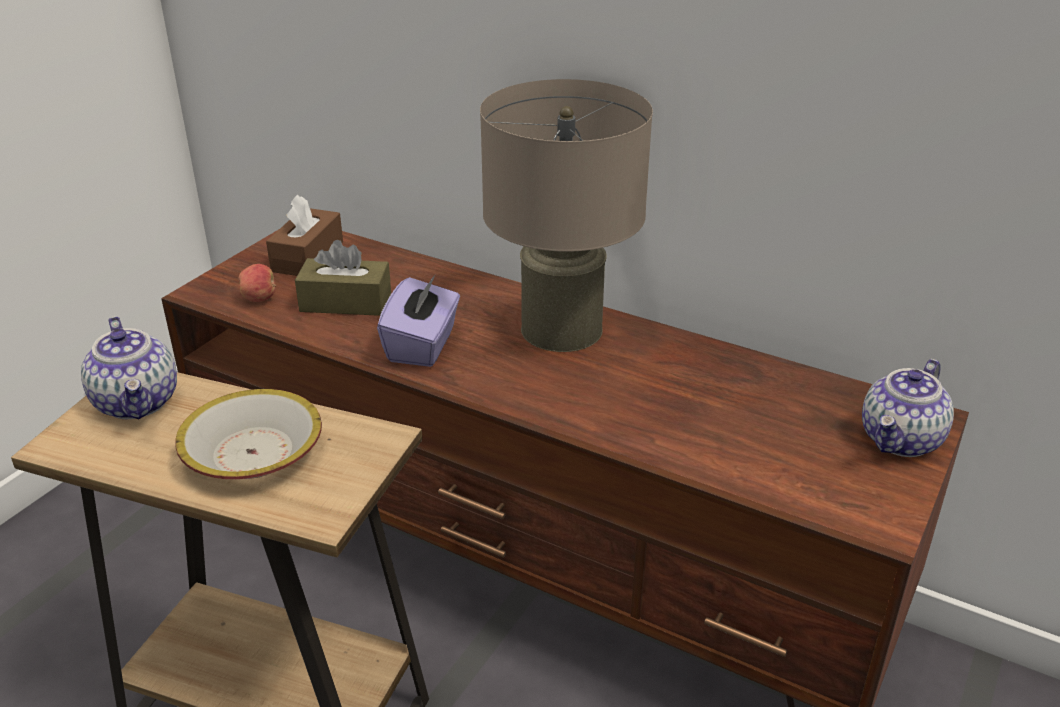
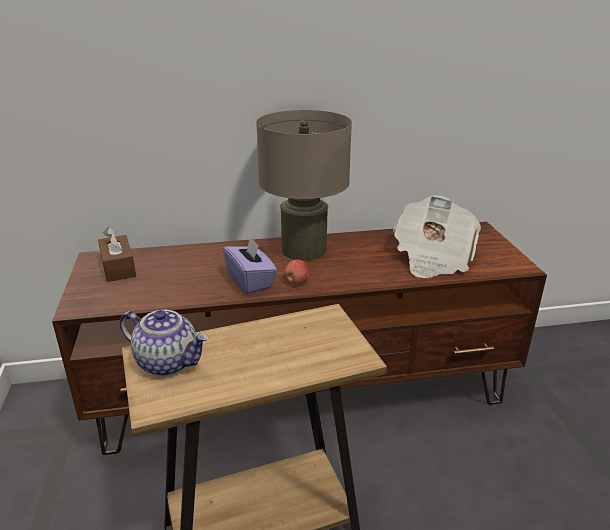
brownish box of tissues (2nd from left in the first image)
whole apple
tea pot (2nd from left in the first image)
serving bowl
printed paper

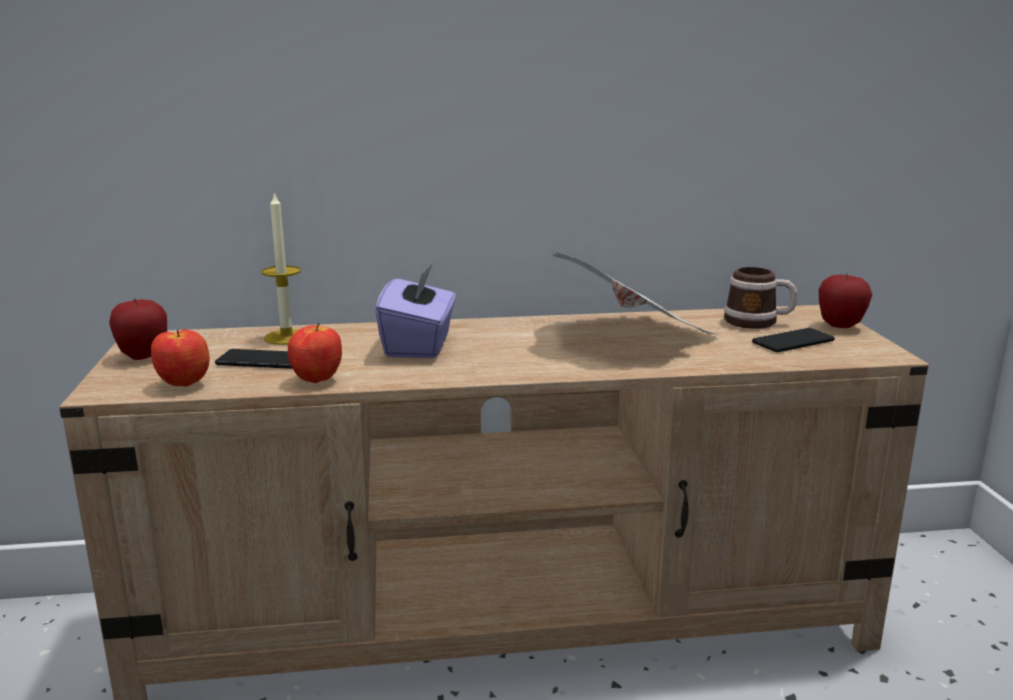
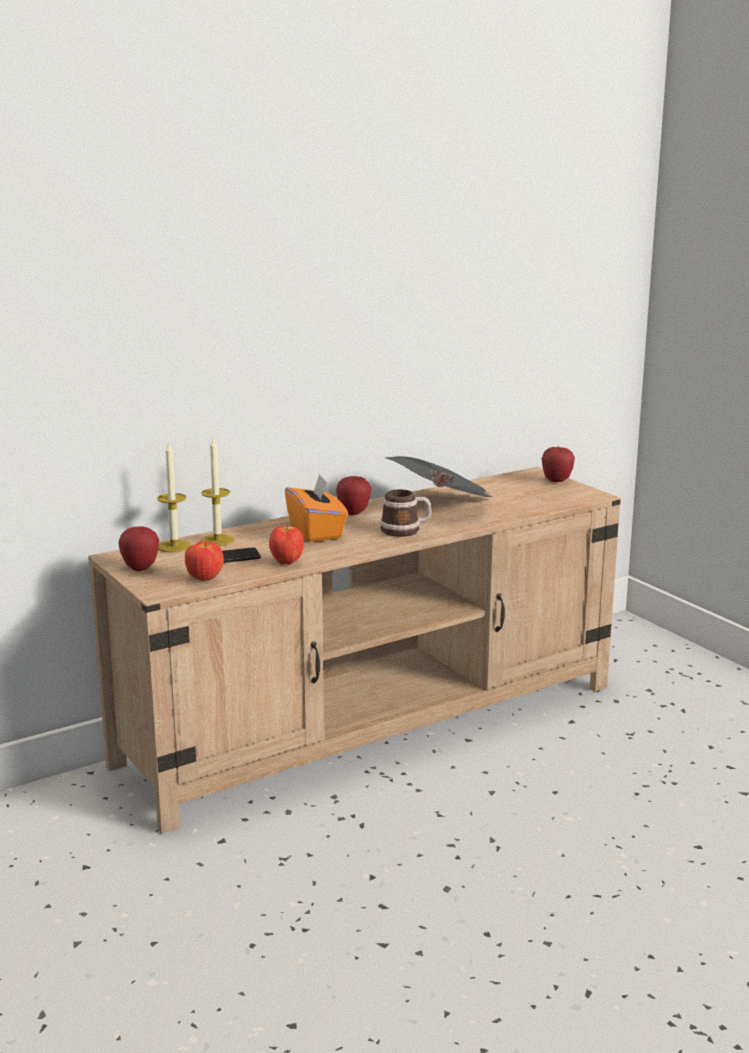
orangey box of tissues
tea mug
telephone (2nd from left in the first image)
wax light (1st from left)
whole apple (4th from left)

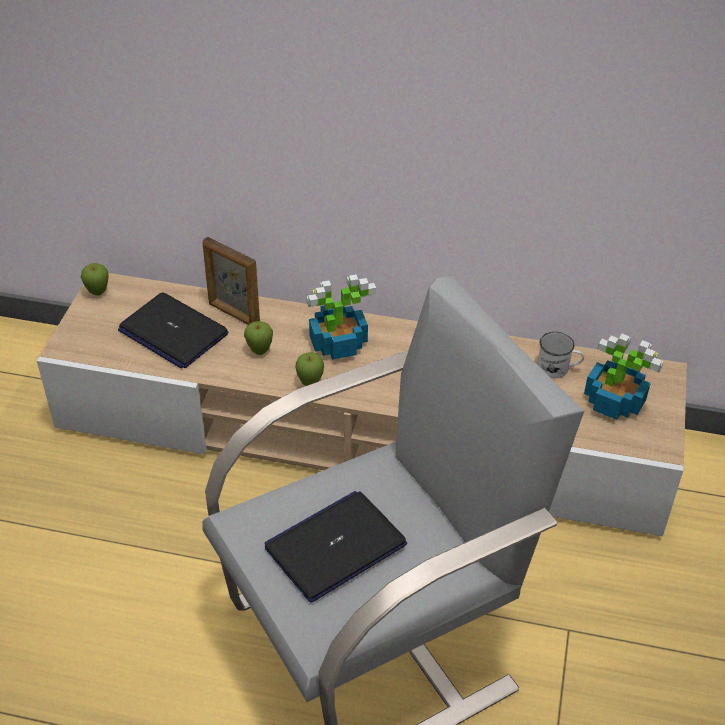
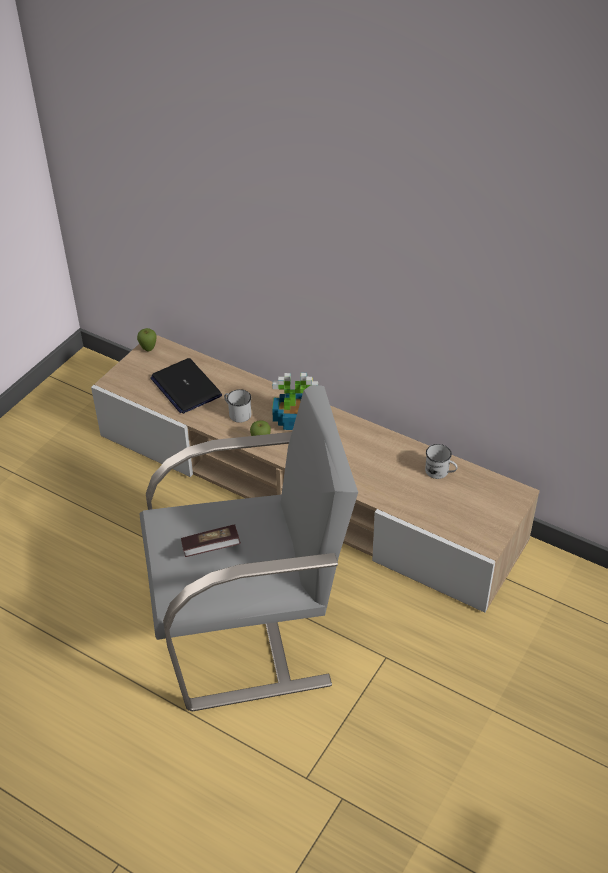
photo frame
whitish tea mug (1st from left)
houseplant (2nd from left in the first image)
book

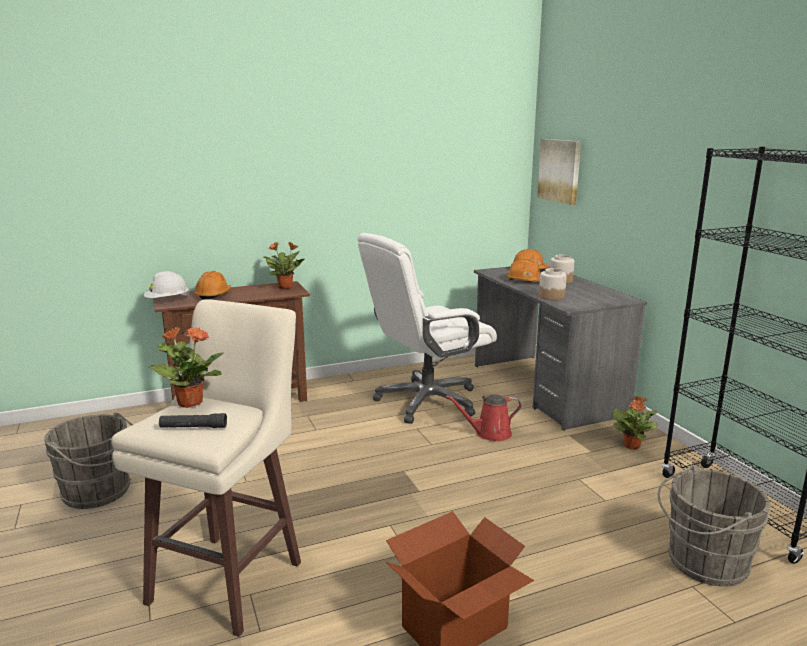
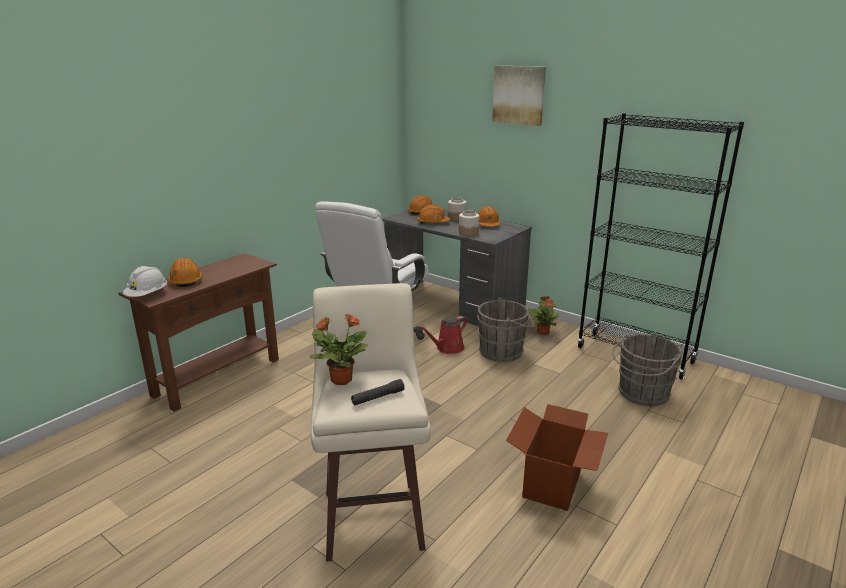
wall picture
houseplant (2nd from left in the first image)
gray bucket (1st from left)
orangey safety helmet (4th from left)

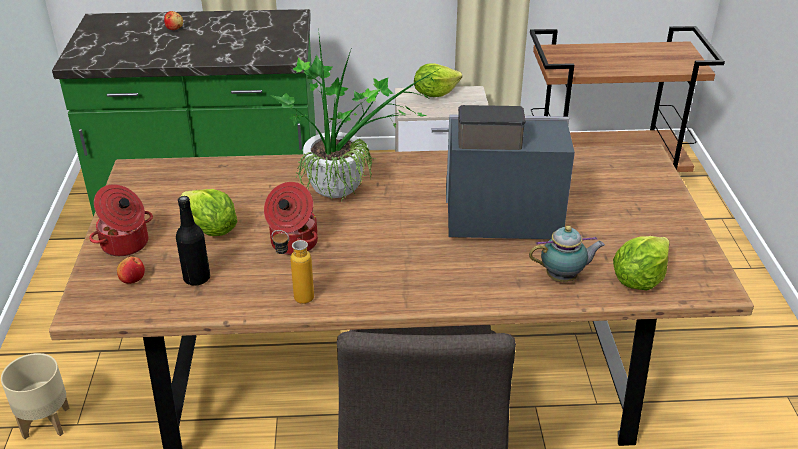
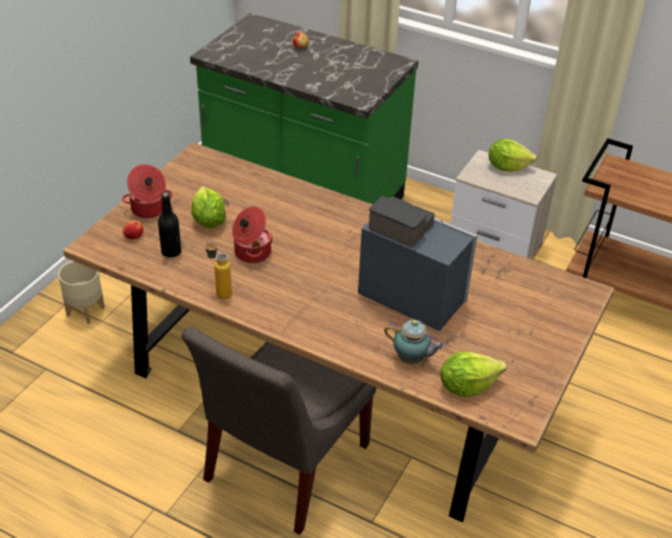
houseplant

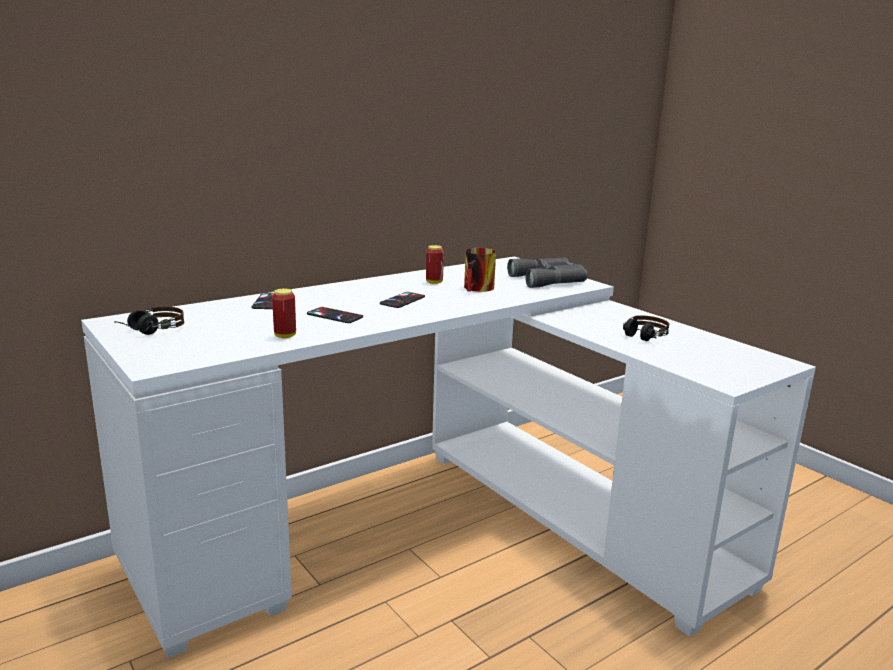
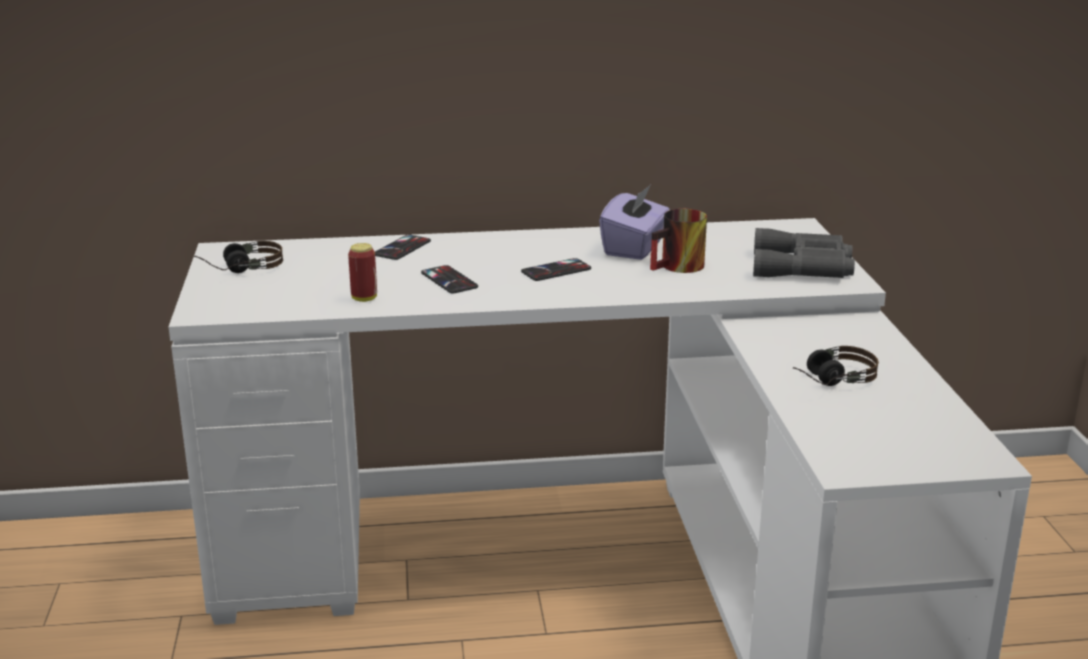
purple box of tissues

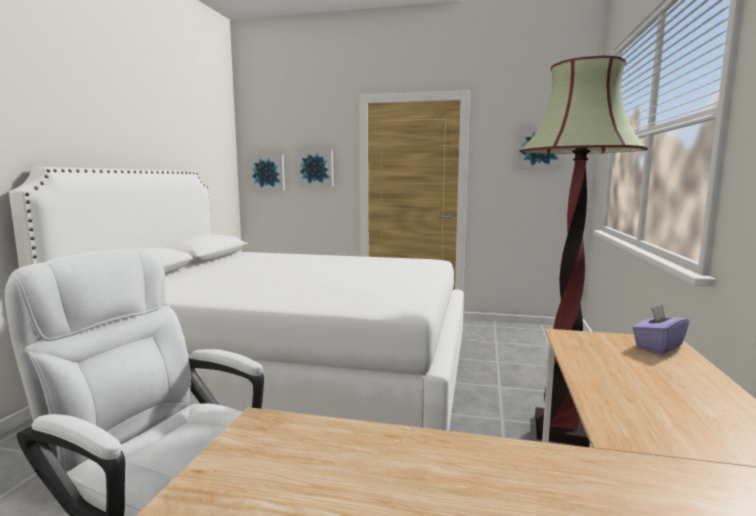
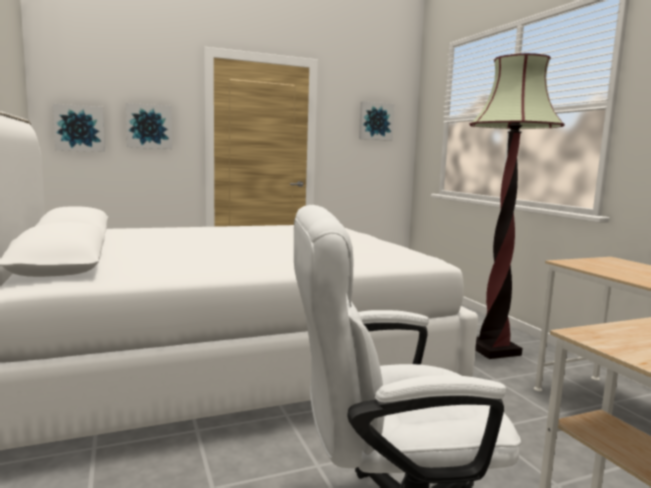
purple box of tissues

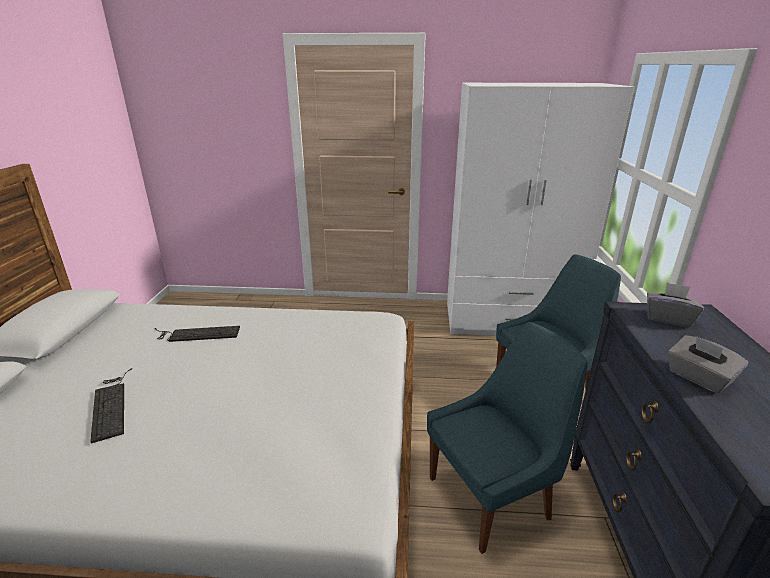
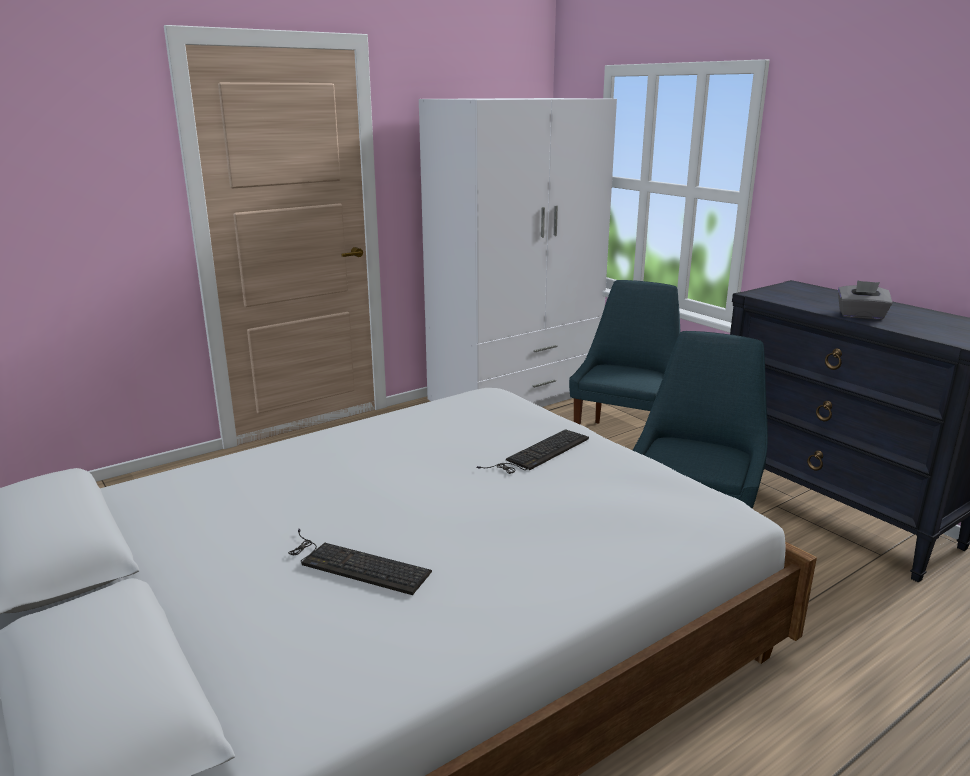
gray box of tissues (1st from left in the first image)
keyboard (2nd from left)

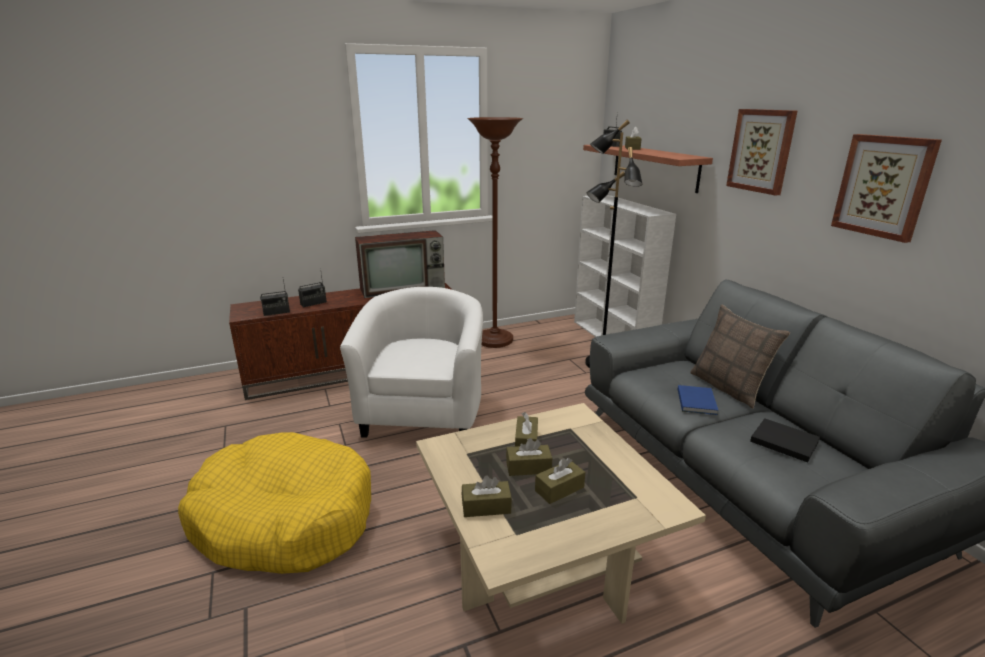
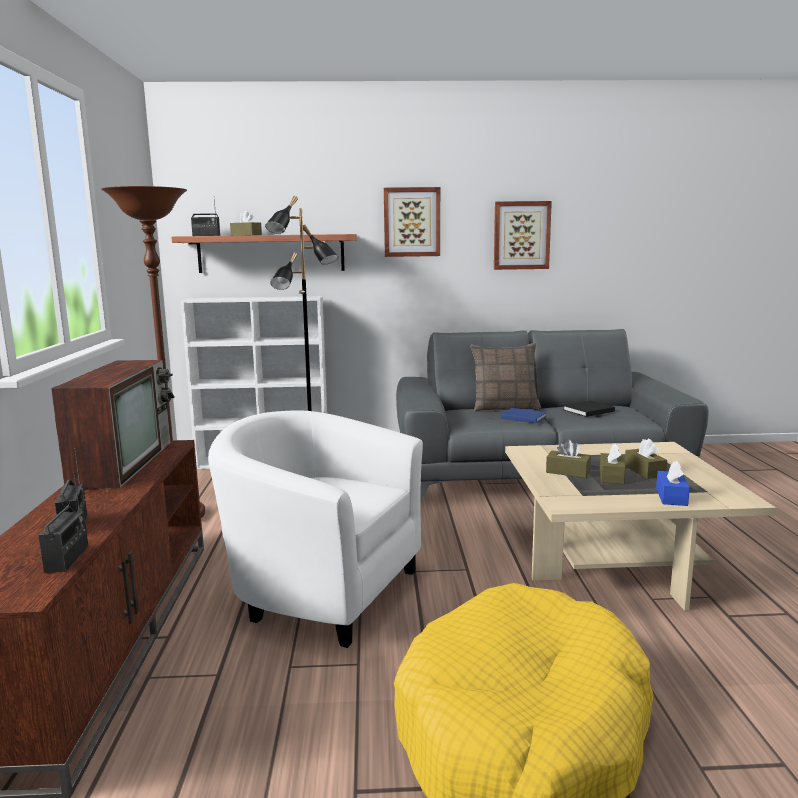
blue-coloured box of tissues

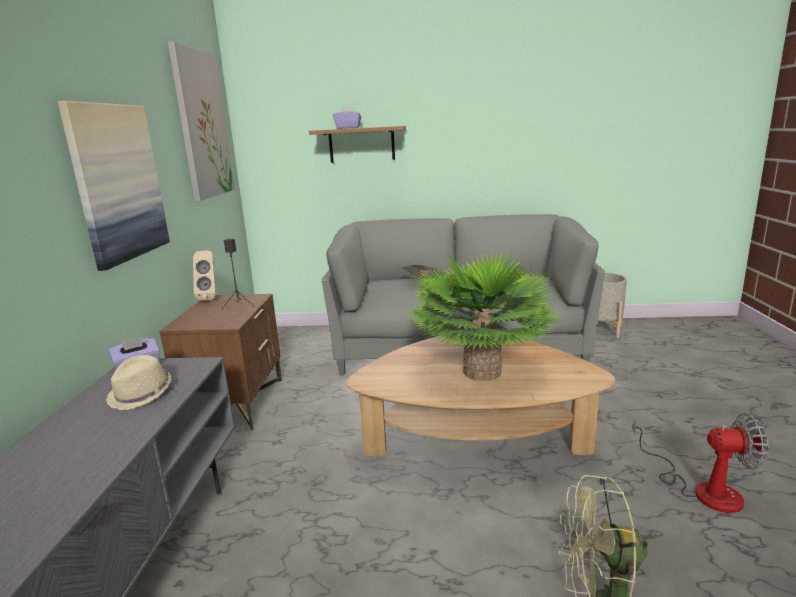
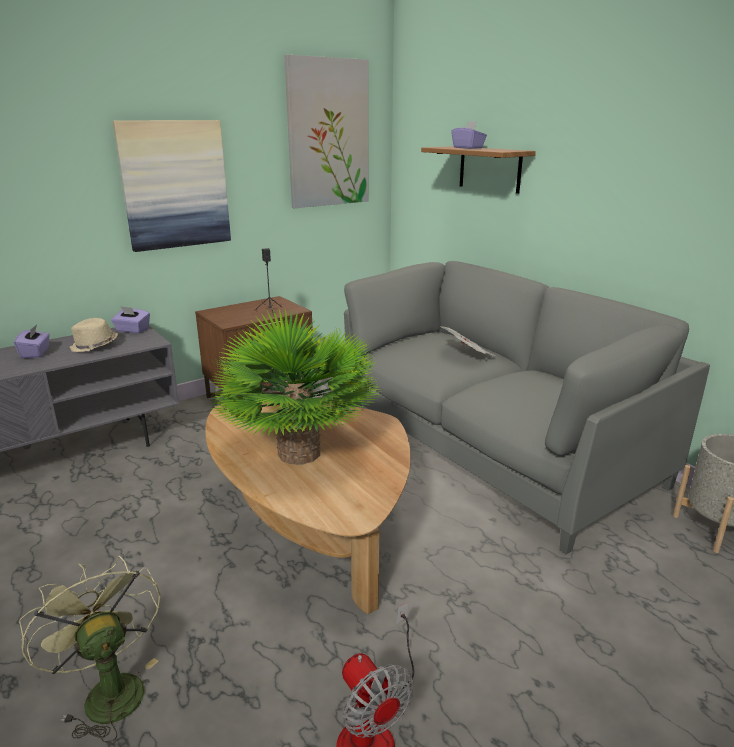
beige speaker
purple box of tissues (1st from left)

